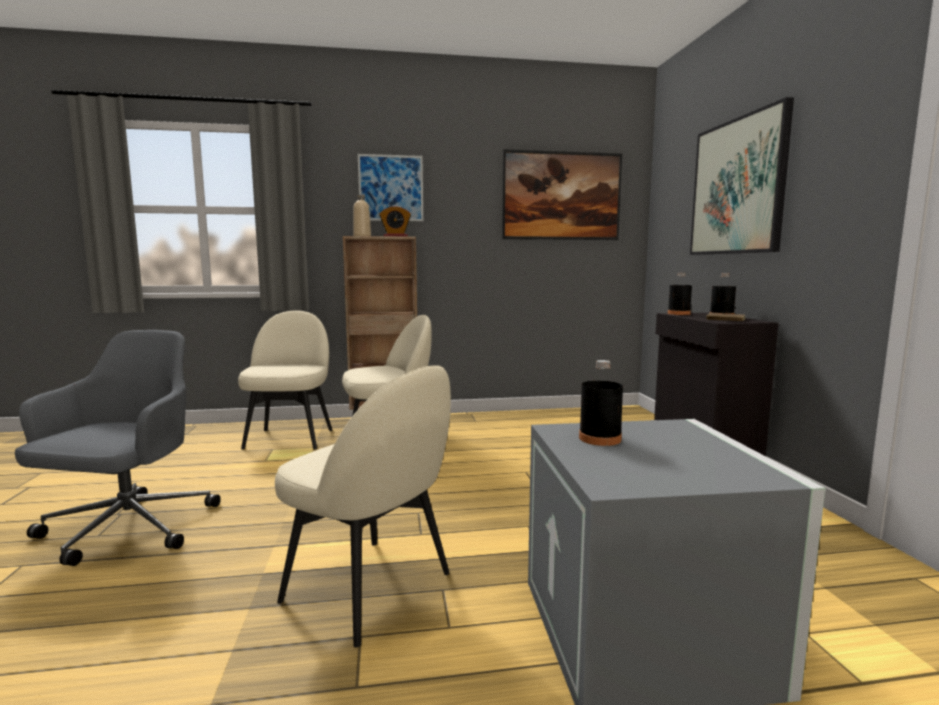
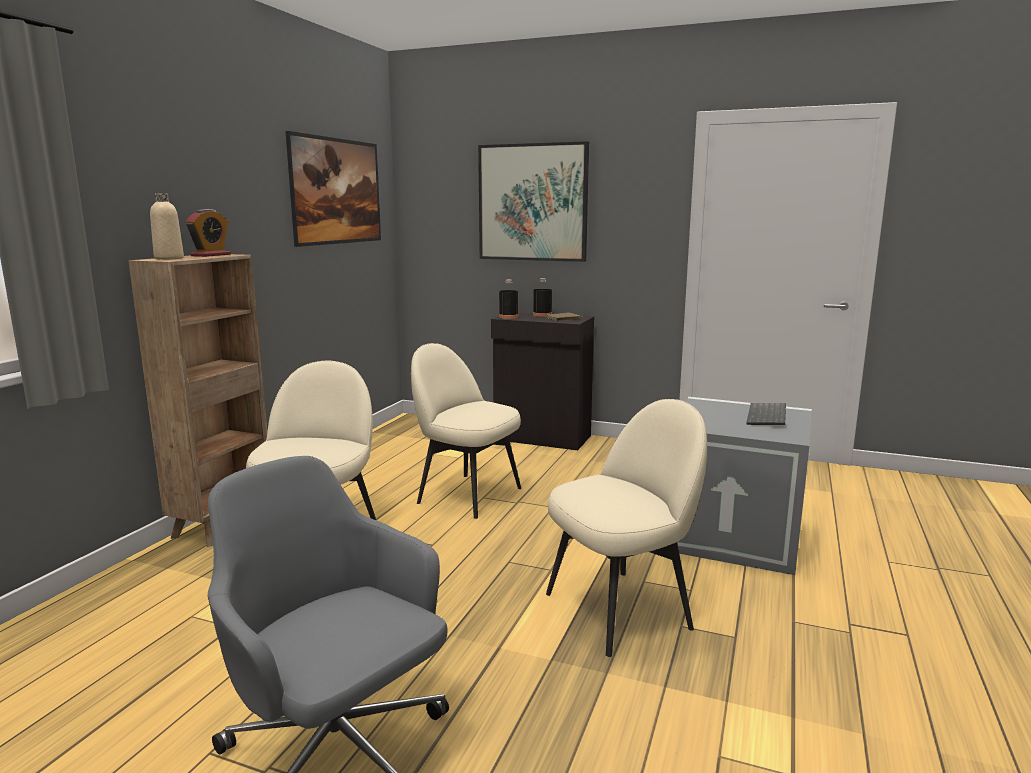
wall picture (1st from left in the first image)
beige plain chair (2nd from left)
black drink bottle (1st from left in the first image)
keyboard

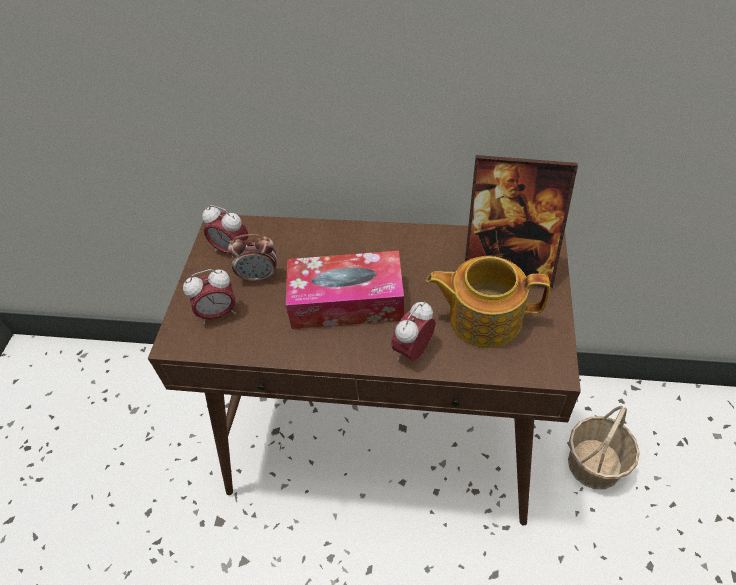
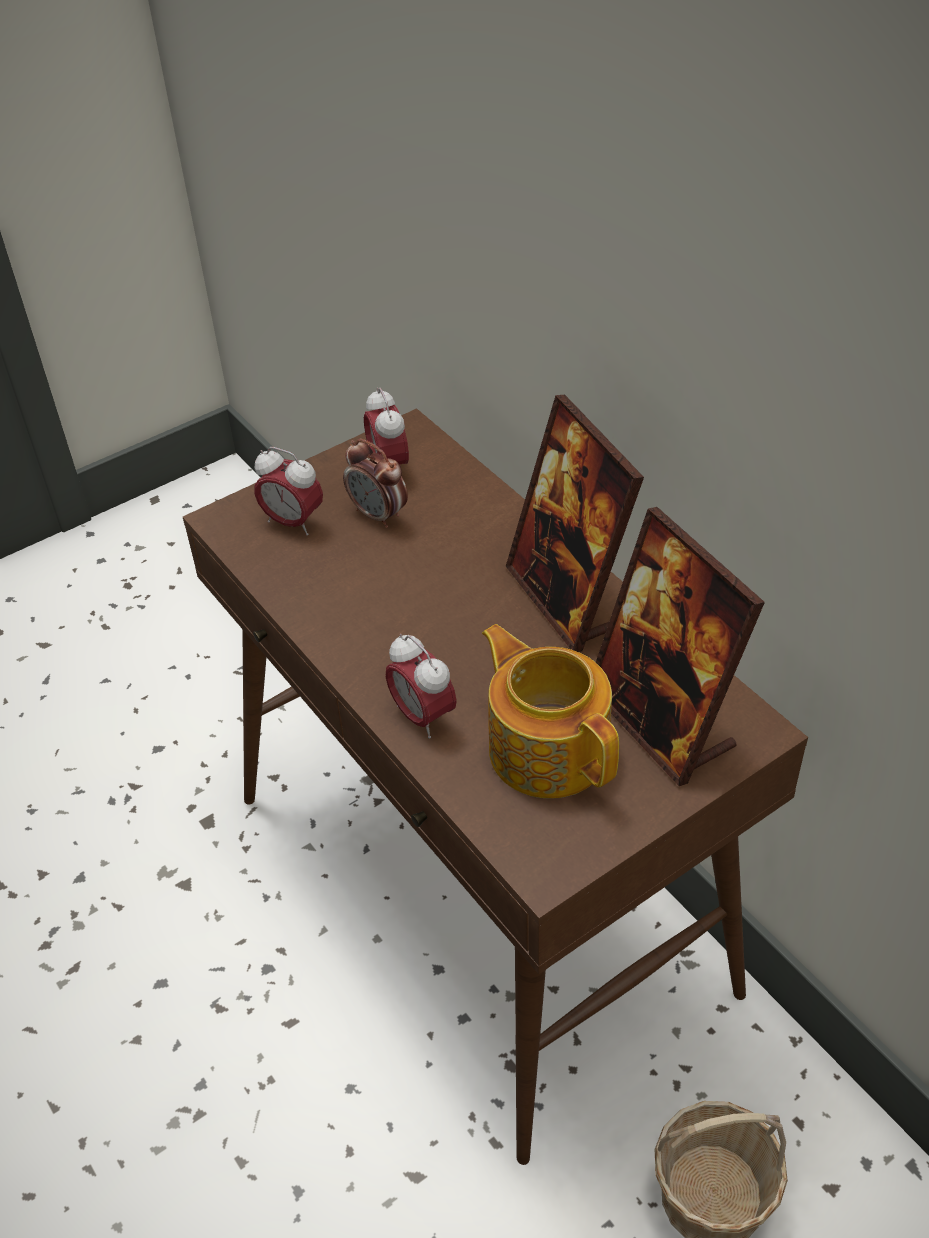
box of tissues
table clock (4th from left)
photo frame (1st from left)

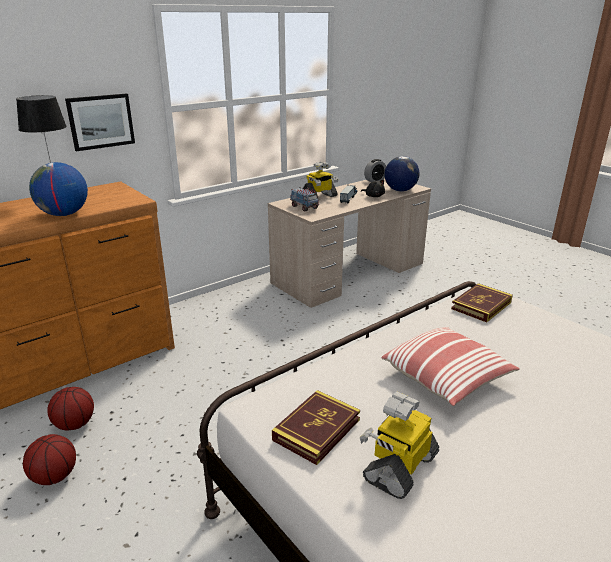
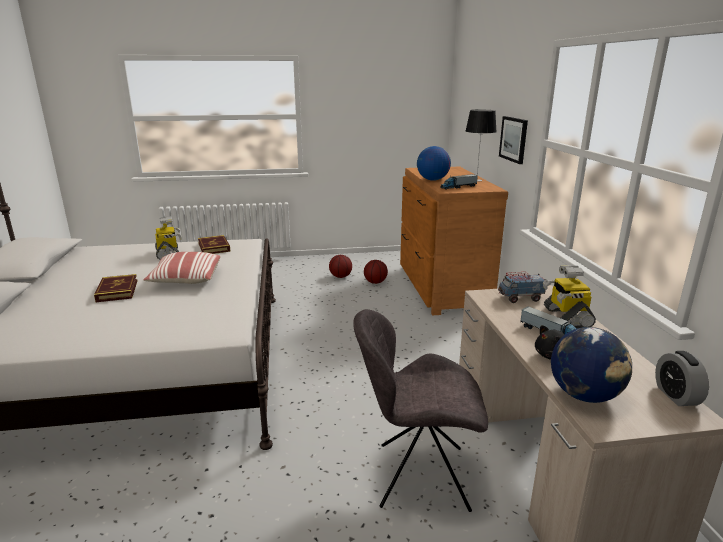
book (1st from left)
toy lorry (1st from left)
gray plain chair

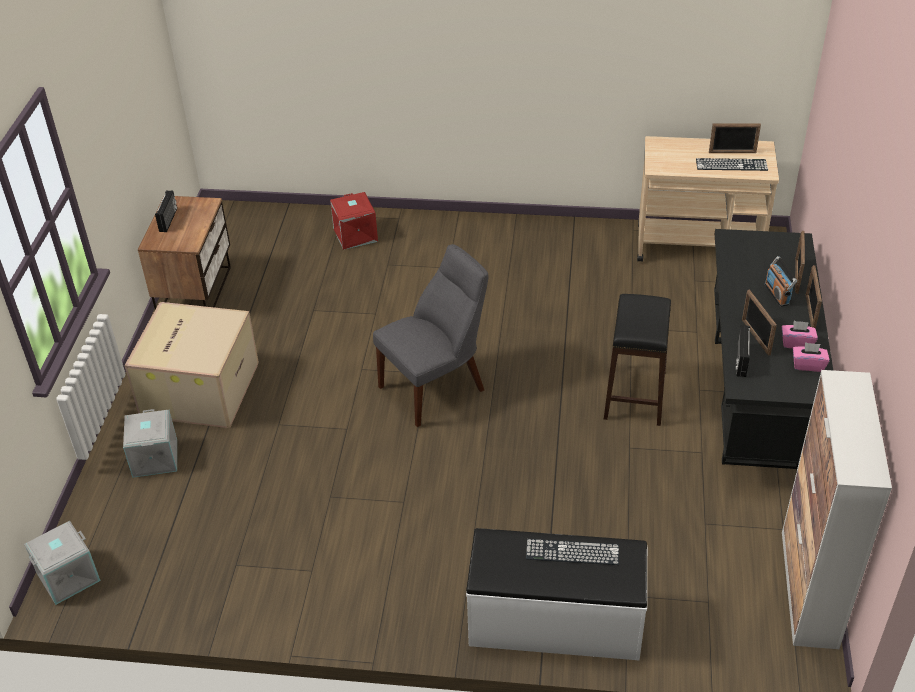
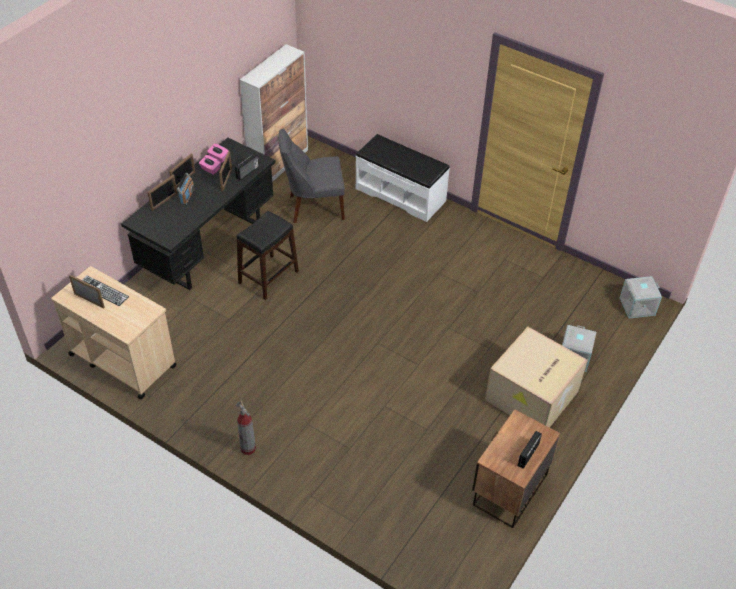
red-coloured storage container
gray plain chair
keyboard (1st from left in the first image)
fire extinguisher

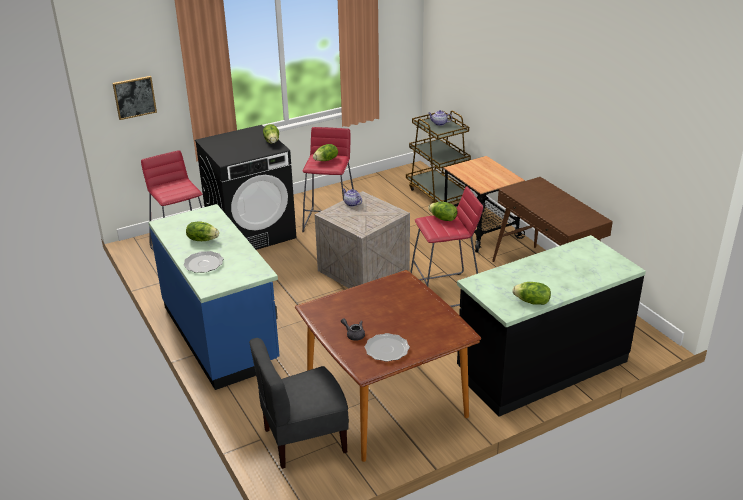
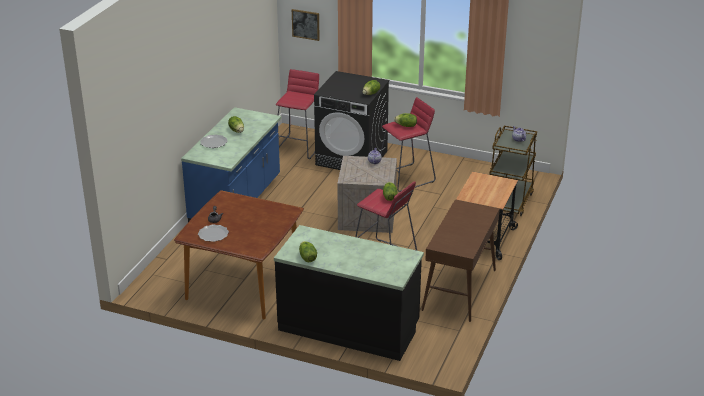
gray plain chair

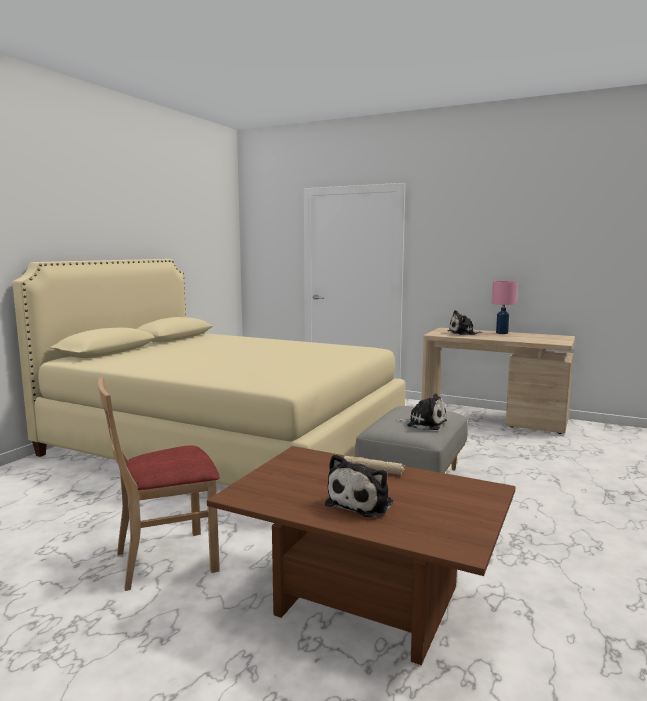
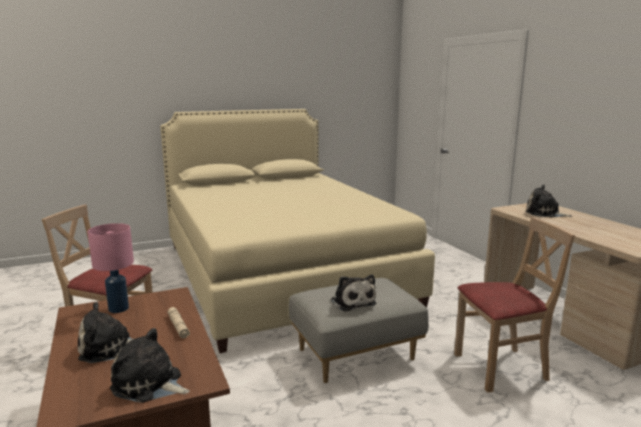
pink-coloured table lamp
beige plain chair (2nd from left)
cuddly toy (2nd from left)

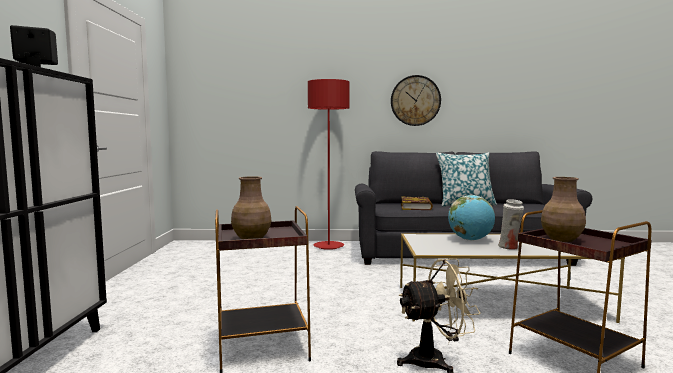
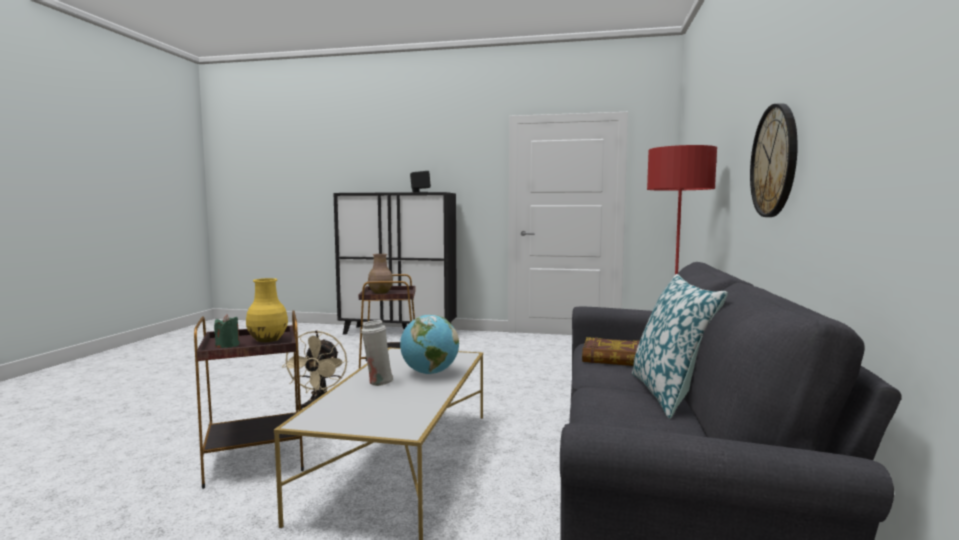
yellow decorative vase
green wax light

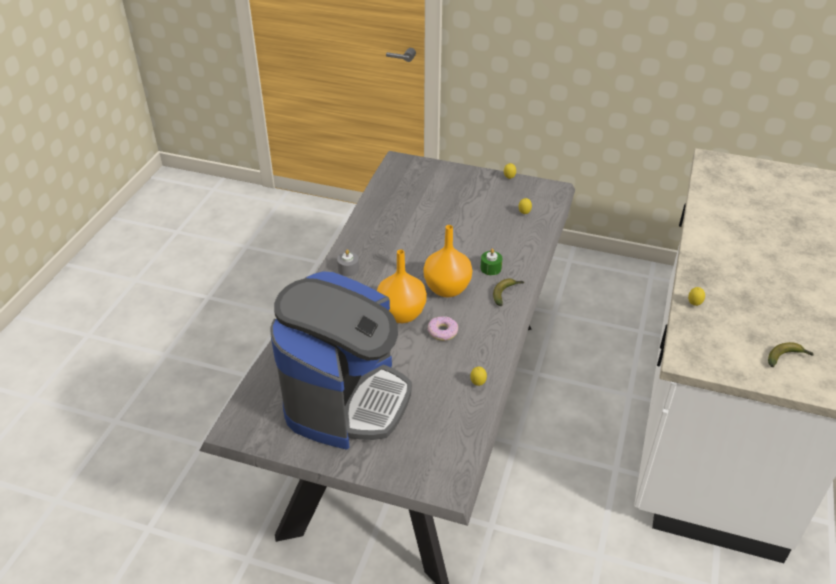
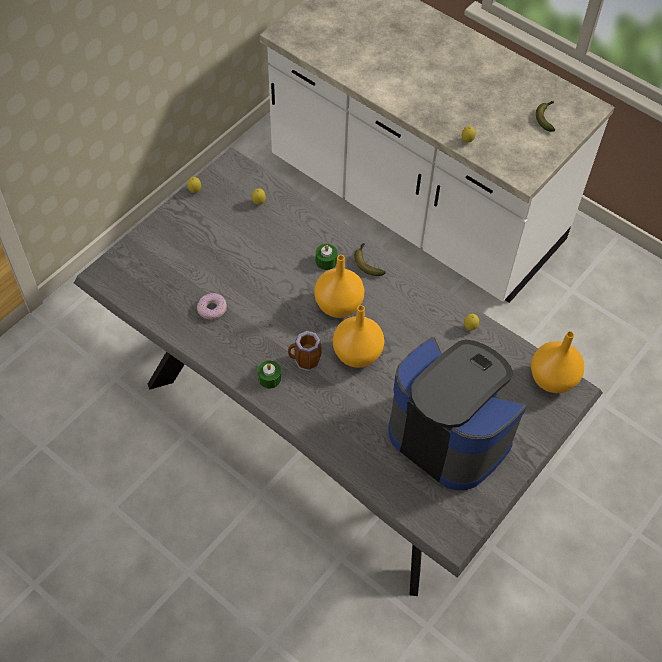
green wax light (1st from left)
doughnut
tea mug
orangey decorative vase (3rd from left)

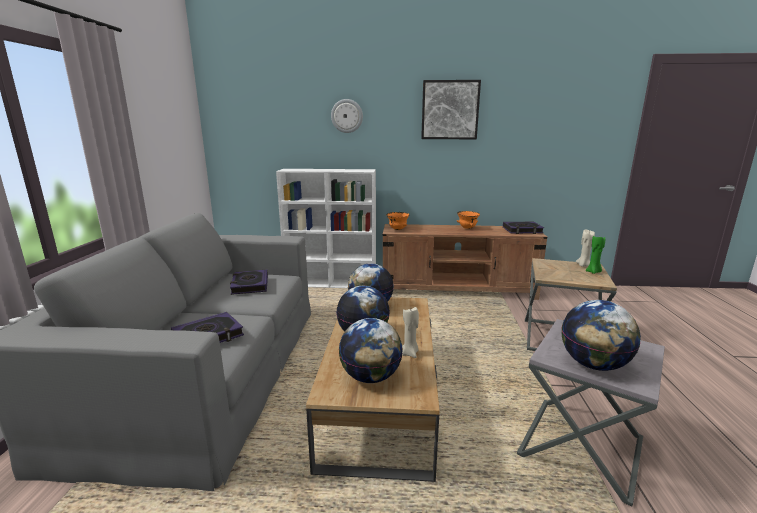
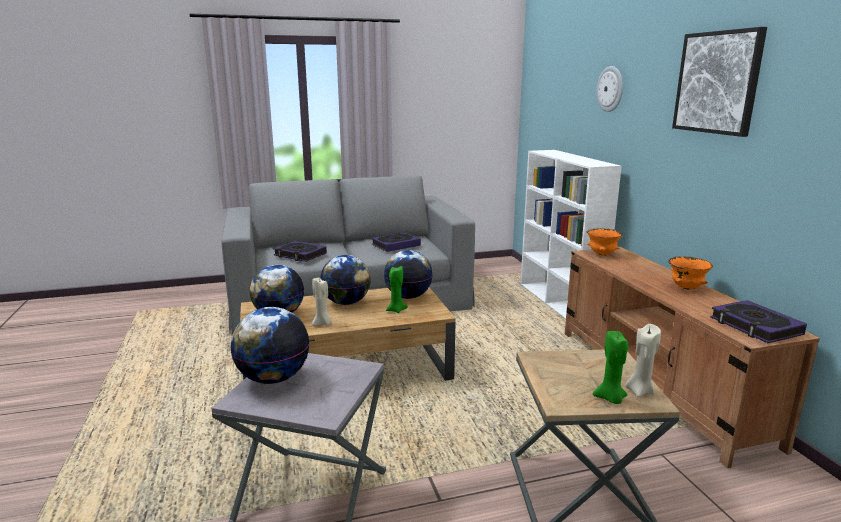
green wax light (1st from left)

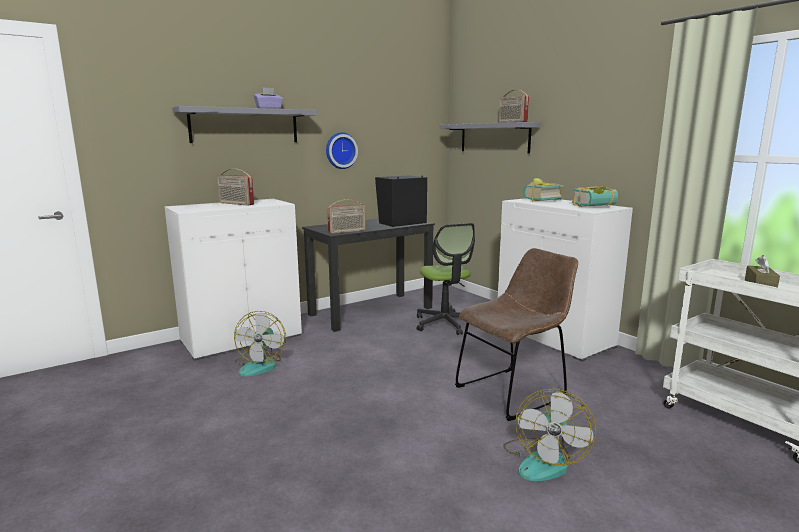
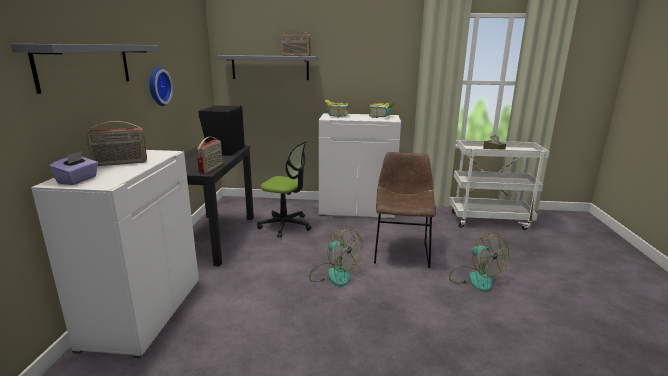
purple box of tissues
electric fan (1st from left)

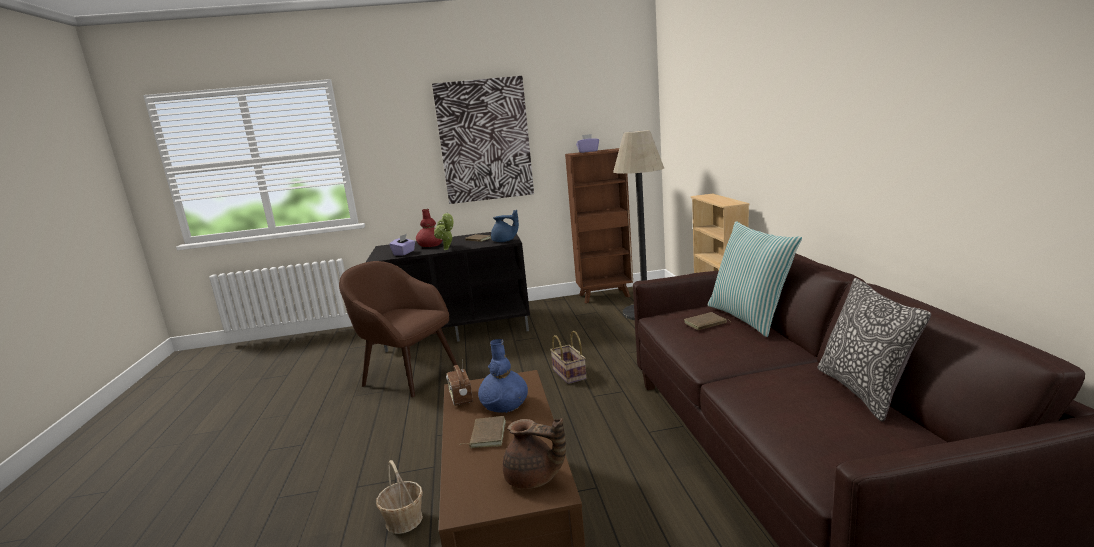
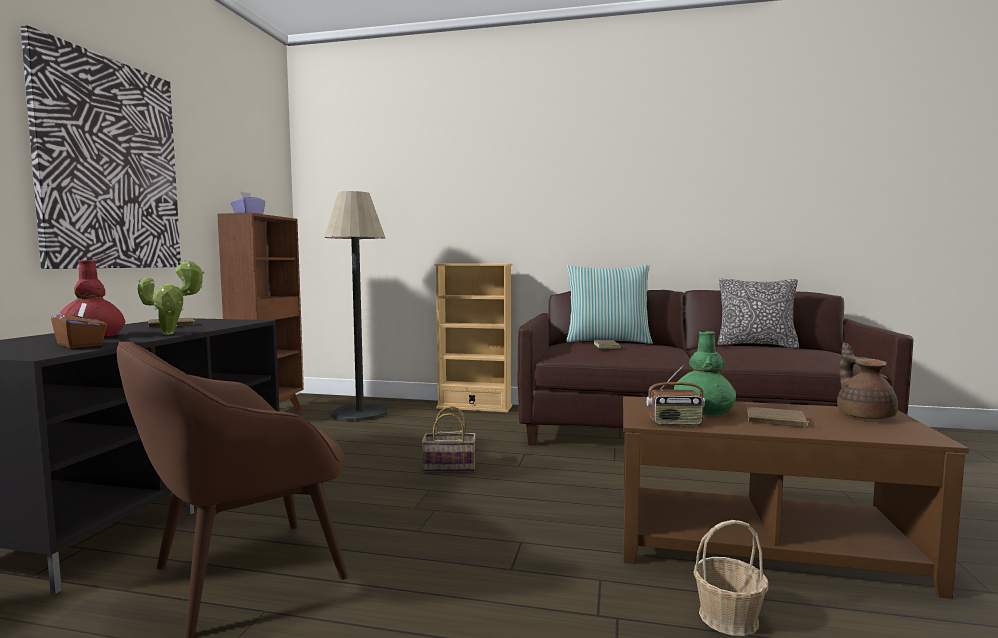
blue-coloured tea pot
brownish box of tissues
green decorative vase
brownish tea pot

